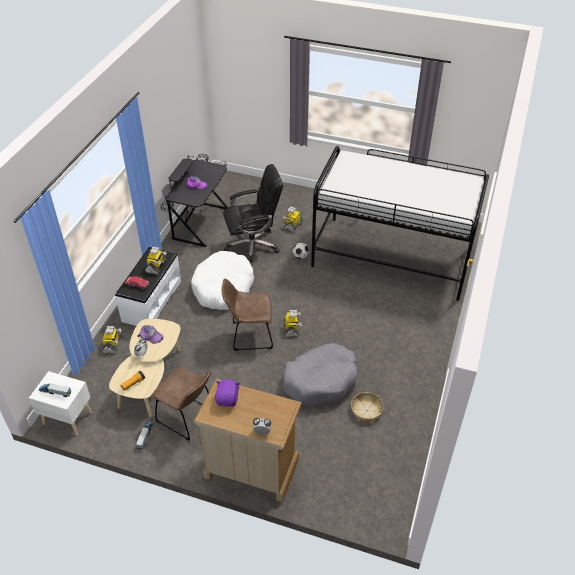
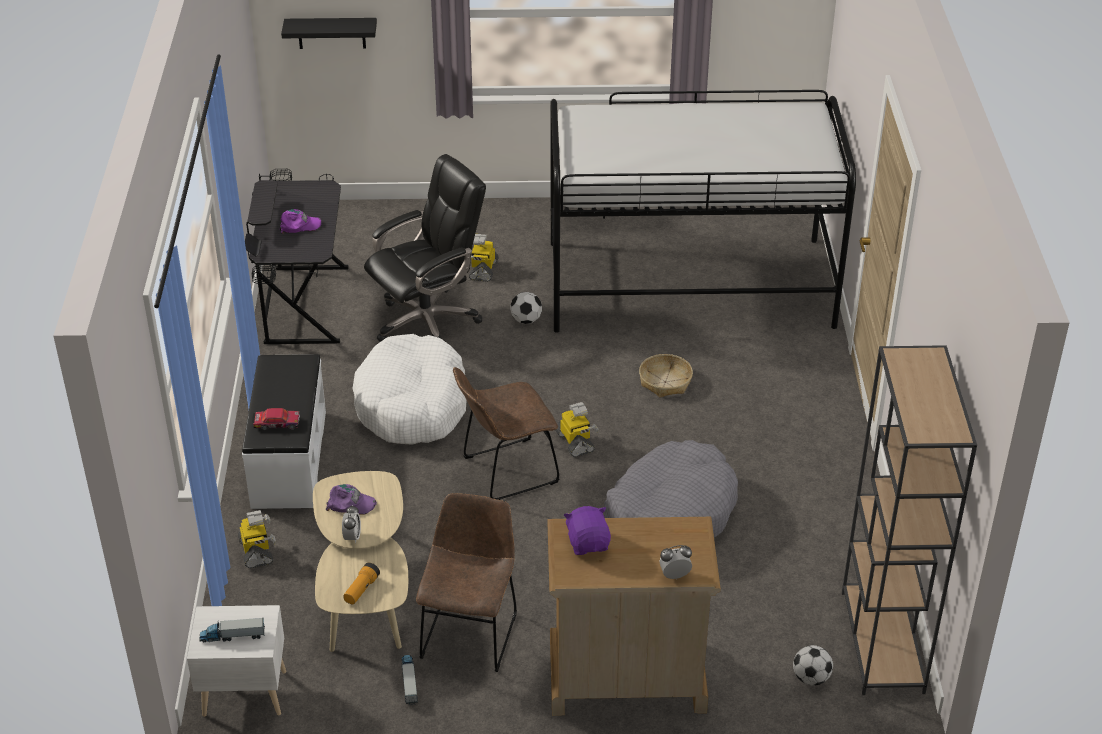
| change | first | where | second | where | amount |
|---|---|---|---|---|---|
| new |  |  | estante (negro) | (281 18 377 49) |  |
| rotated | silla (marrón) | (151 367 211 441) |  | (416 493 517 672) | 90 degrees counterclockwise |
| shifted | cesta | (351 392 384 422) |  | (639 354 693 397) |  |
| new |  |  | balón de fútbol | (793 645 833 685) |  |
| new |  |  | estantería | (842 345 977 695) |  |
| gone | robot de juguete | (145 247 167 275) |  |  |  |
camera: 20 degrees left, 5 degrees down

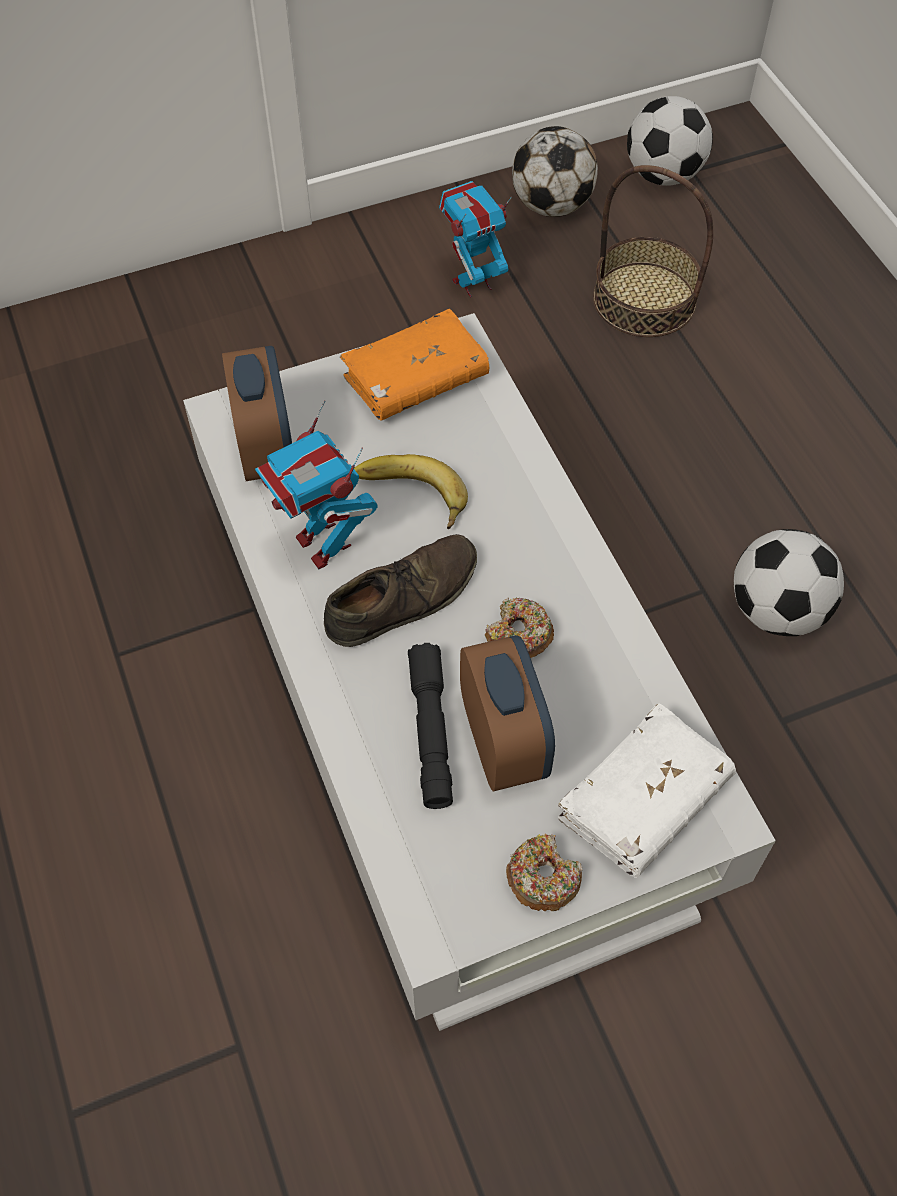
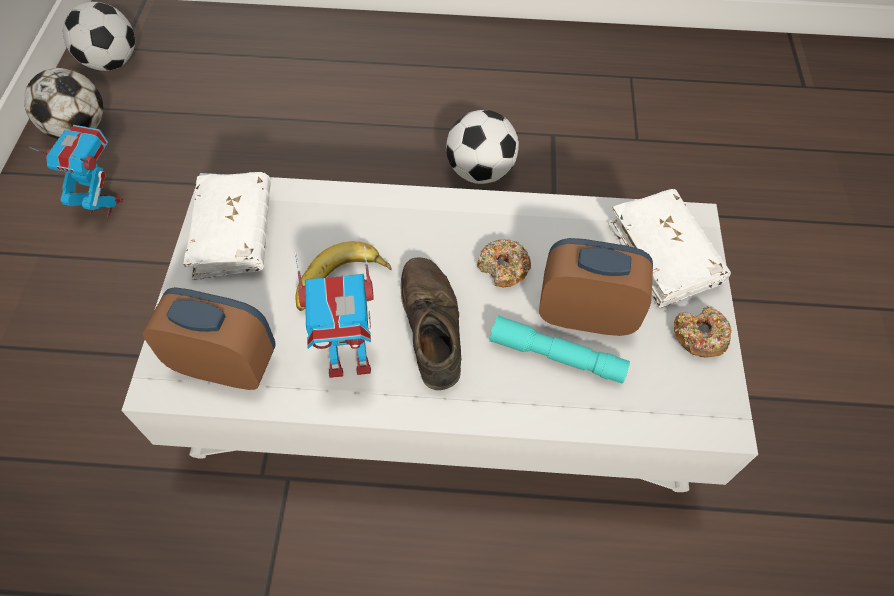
| change | first | where | second | where | amount |
|---|---|---|---|---|---|
| rotated | robot de juguete | (439 181 512 298) |  | (29 125 123 217) | 105 degrees clockwise |
| repainted | libro (naranja) | (340 309 489 421) | libro (blanco) | (183 172 271 280) |  |
| repainted | linterna (negro) | (408 643 453 809) | linterna (turquesa) | (489 315 630 383) |  |
| gone | cesta | (593 165 713 337) |  |  |  |
camera: 65 degrees left, 0 degrees up

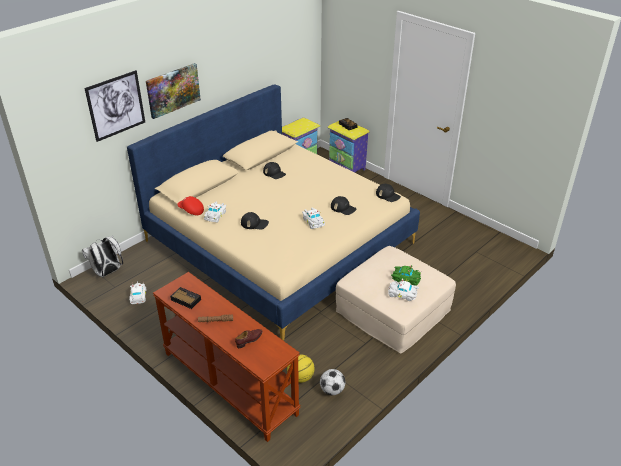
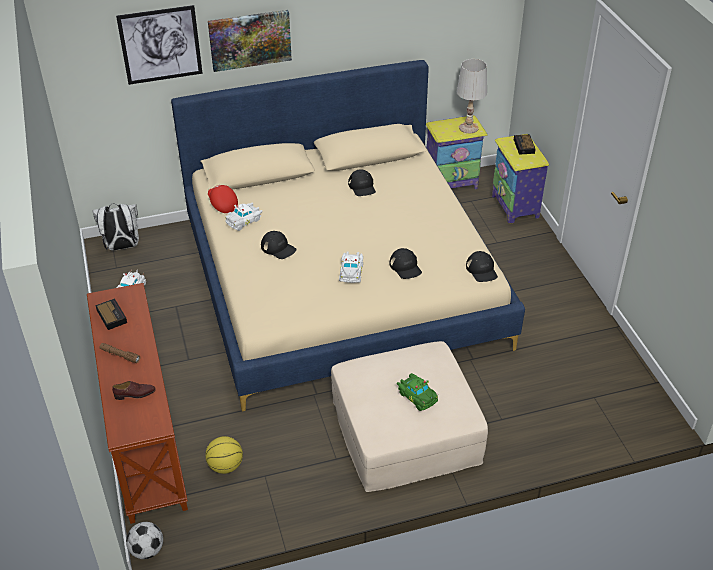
| change | first | where | second | where | amount |
|---|---|---|---|---|---|
| shifted | balón de fútbol | (320 369 346 395) |  | (126 522 163 559) |  |
| new |  |  | lámpara de mesa (blanco) | (457 59 487 133) |  |
| gone | coche de juguete (blanco) | (388 279 419 301) |  |  |  |
camera: 30 degrees right, 5 degrees up

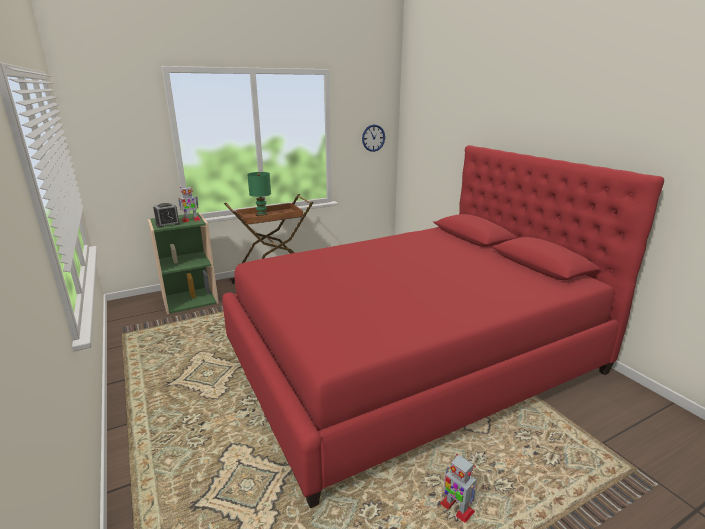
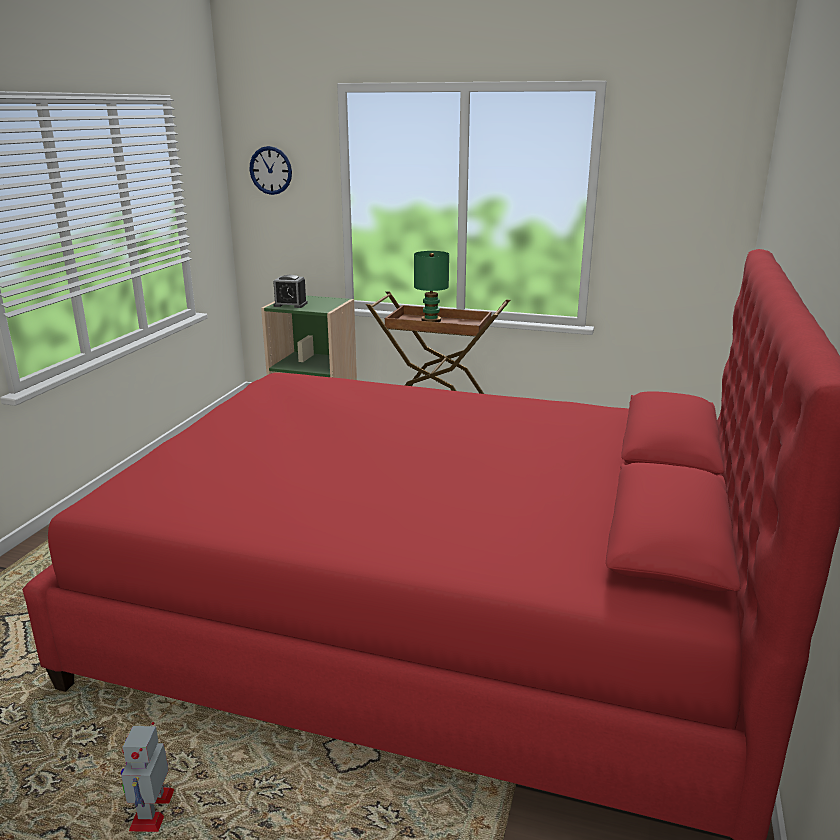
| change | first | where | second | where | amount |
|---|---|---|---|---|---|
| shifted | reloj de pared | (362 124 385 152) |  | (250 146 292 195) |  |
| gone | robot de juguete | (178 186 201 222) |  |  |  |
camera: 45 degrees right, 0 degrees up

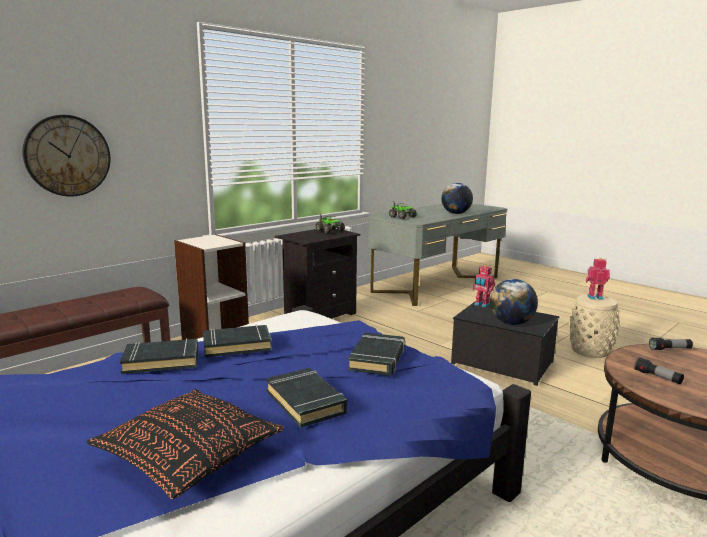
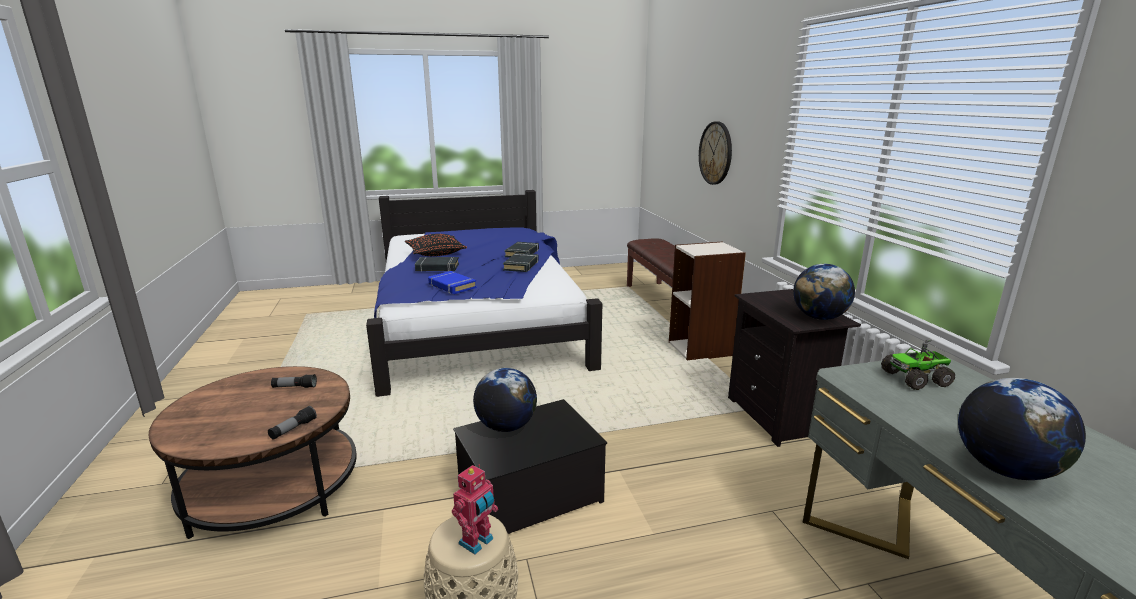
| change | first | where | second | where | amount |
|---|---|---|---|---|---|
| repainted | libro (negro) | (348 333 405 376) | libro (azul) | (428 271 477 294) |  |
| swapped | camión de juguete | (315 213 345 233) | globo terráqueo | (793 264 855 320) |  |
| gone | robot de juguete | (472 265 495 308) |  |  |  |
camera: 120 degrees right, 5 degrees up

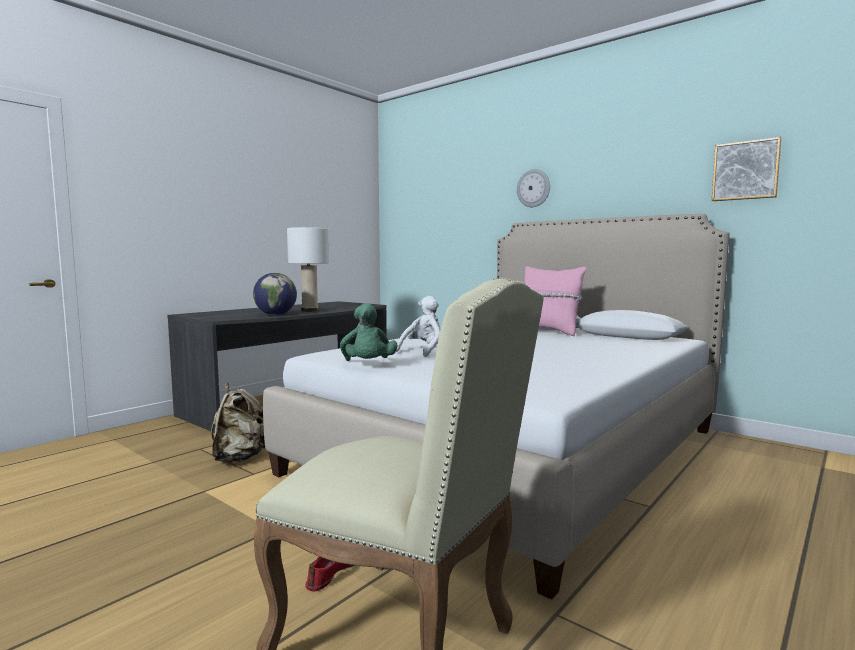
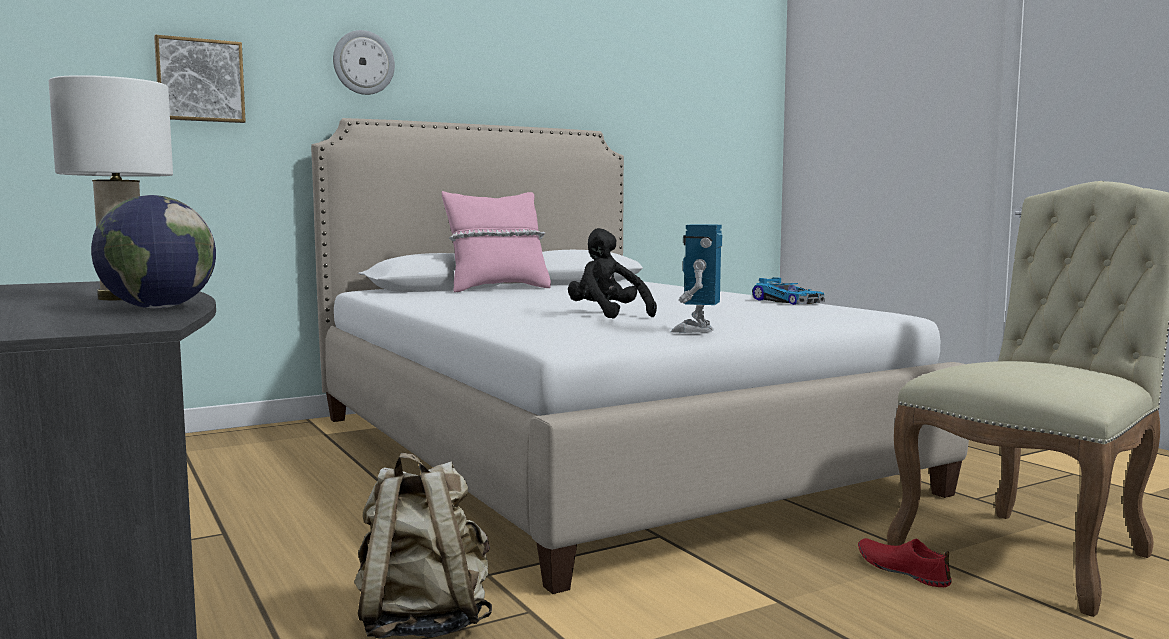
| change | first | where | second | where | amount |
|---|---|---|---|---|---|
| shifted | cuadro | (712 137 782 201) |  | (154 35 246 123) |  |
| repainted | peluche (blanco) | (396 296 440 357) | peluche (negro) | (568 228 657 319) |  |
| swapped | peluche (verde) | (340 303 398 361) | robot de juguete | (671 224 722 333) |  |
| new |  |  | coche de juguete | (752 277 825 305) |  |
camera: 70 degrees left, 0 degrees up

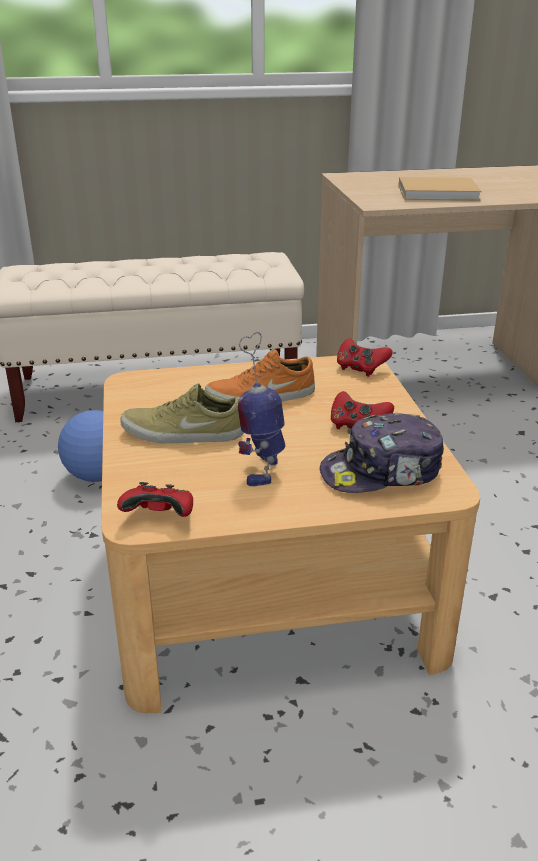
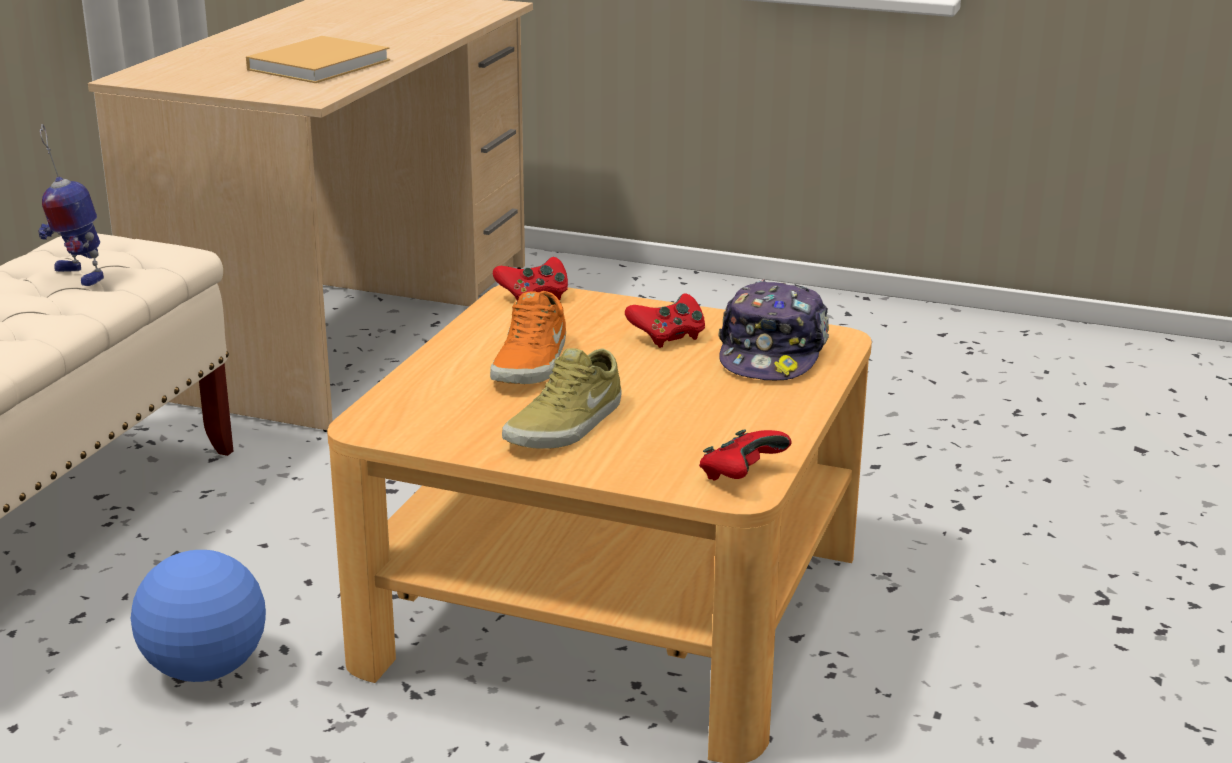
| change | first | where | second | where | amount |
|---|---|---|---|---|---|
| shifted | robot de juguete | (238 332 285 486) |  | (38 124 104 286) |  |
camera: 60 degrees left, 5 degrees down

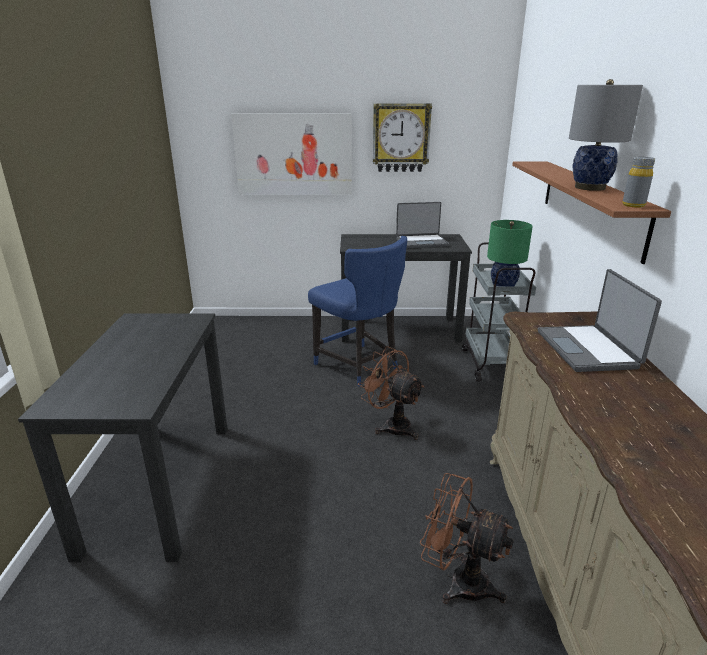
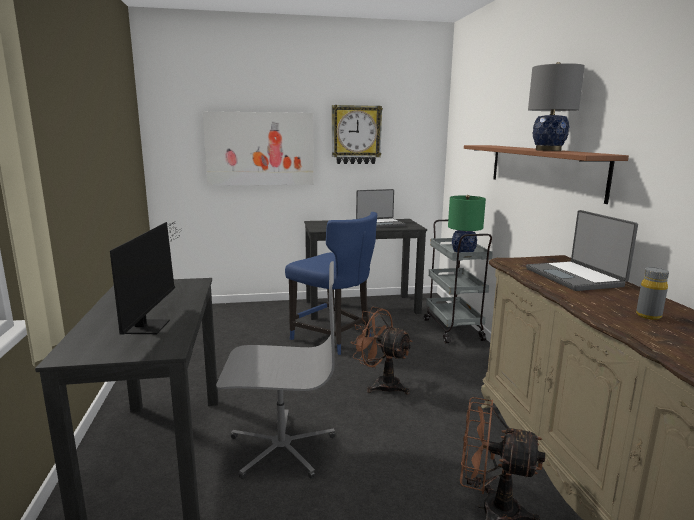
| change | first | where | second | where | amount |
|---|---|---|---|---|---|
| new |  |  | monitor | (110 222 182 335) |  |
| new |  |  | silla de oficina (gris) | (216 261 336 479) |  |
| shifted | botella (gris) | (622 157 655 208) |  | (636 267 669 320) |  |
camera: 10 degrees left, 10 degrees down

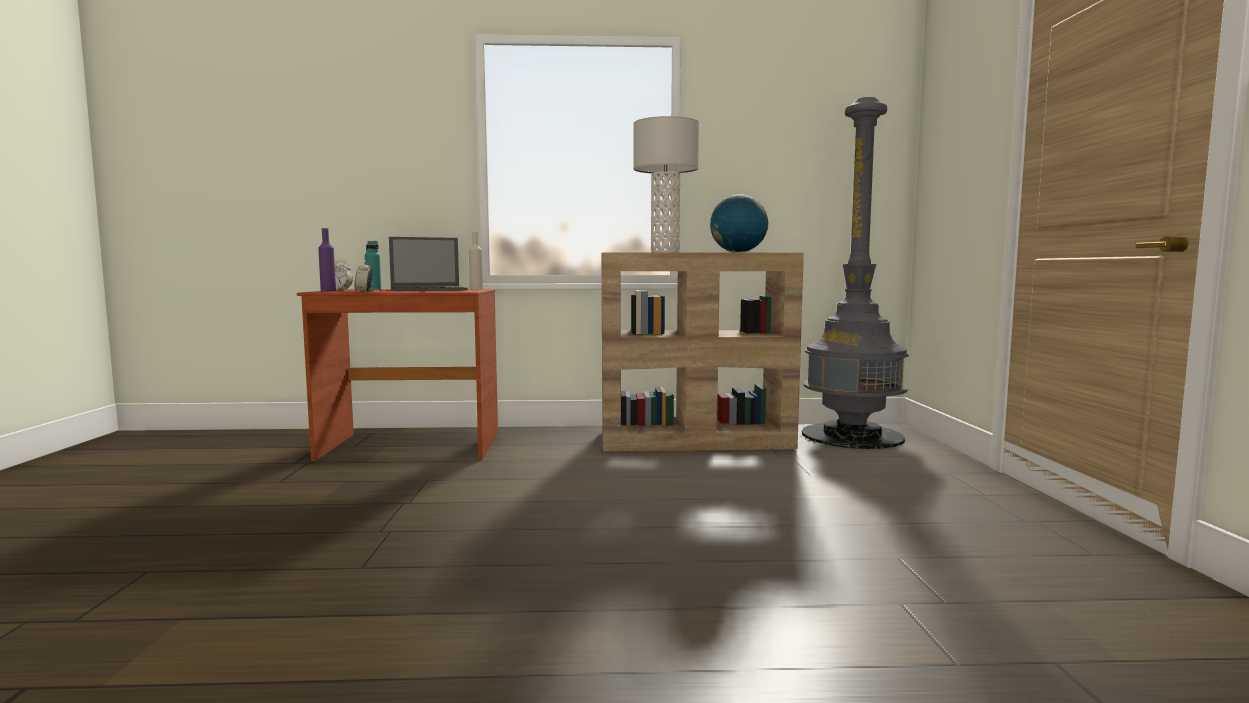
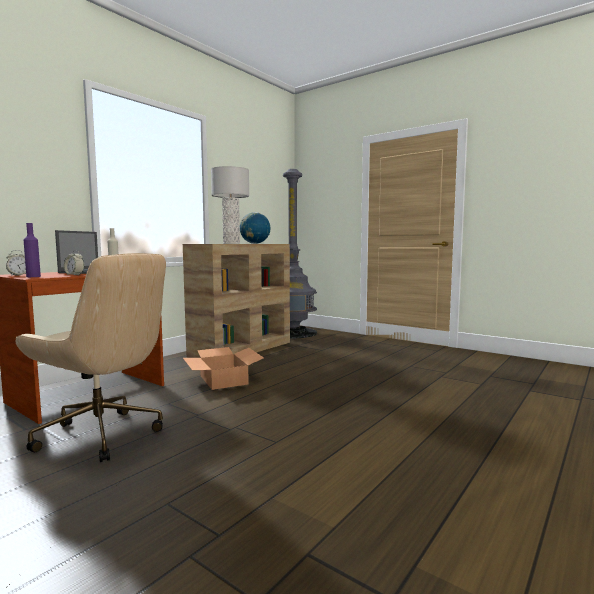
| change | first | where | second | where | amount |
|---|---|---|---|---|---|
| new |  |  | silla de oficina (beis) | (16 253 166 462) |  |
| new |  |  | caja de cartón | (183 347 264 390) |  |
| gone | botella (turquesa) | (365 241 381 290) |  |  |  |
camera: 50 degrees left, 0 degrees up

